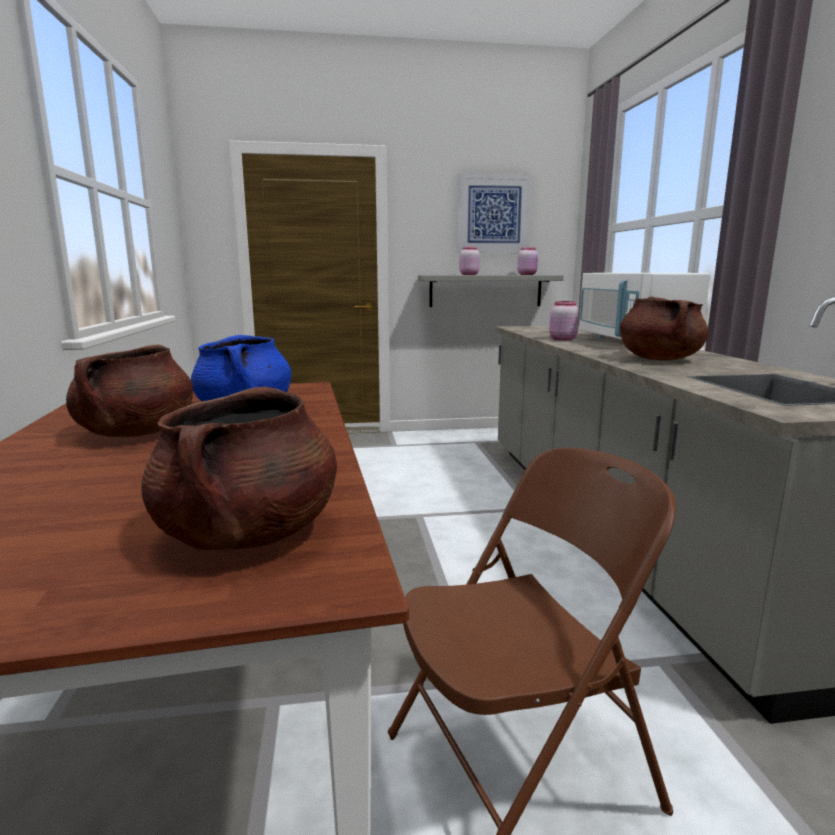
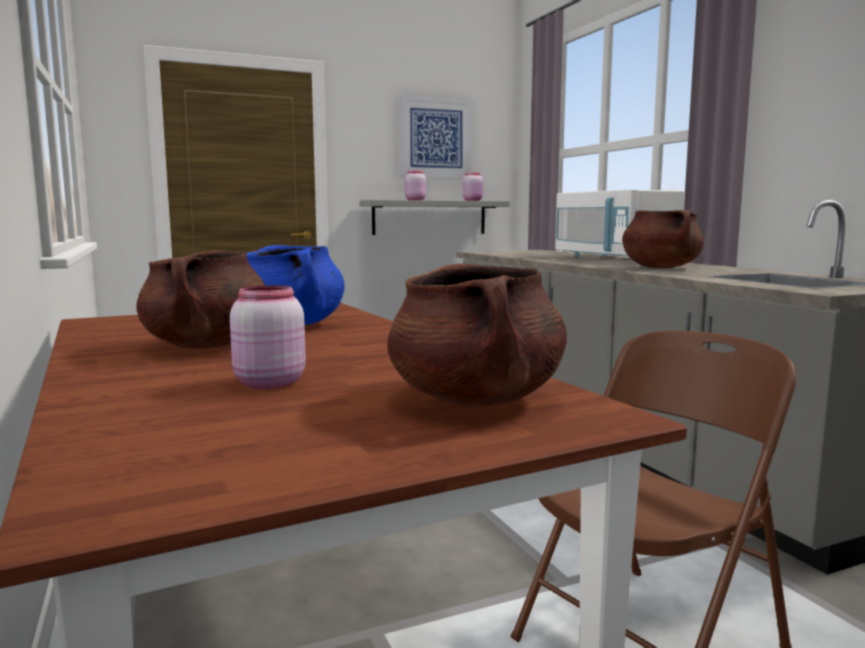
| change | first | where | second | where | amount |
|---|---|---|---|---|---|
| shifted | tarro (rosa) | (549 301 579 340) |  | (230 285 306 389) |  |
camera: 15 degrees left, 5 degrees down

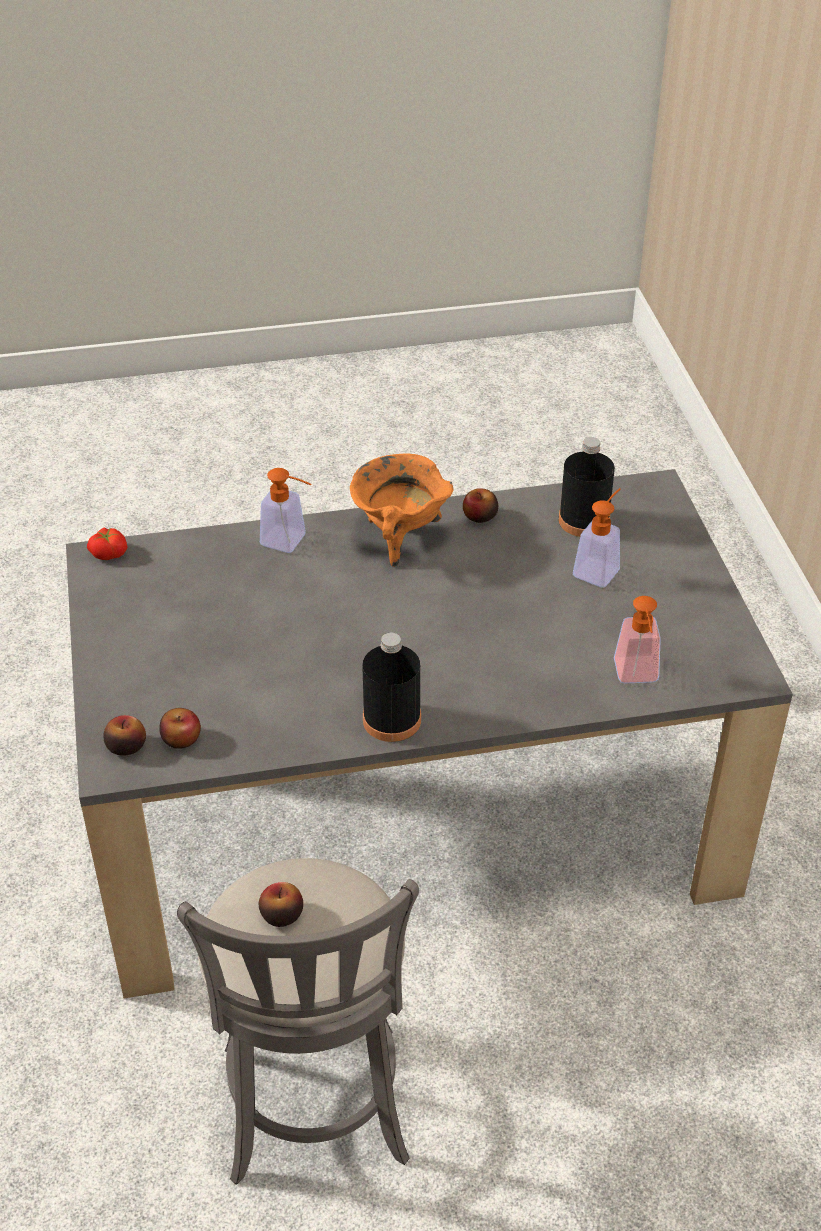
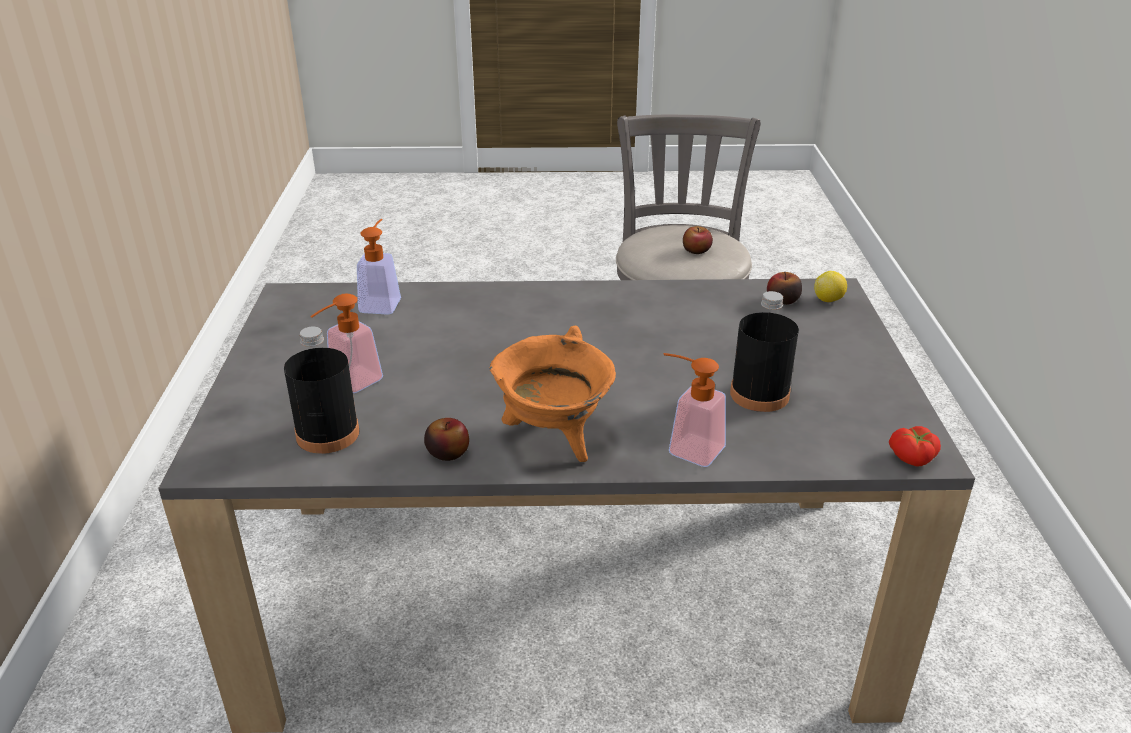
| change | first | where | second | where | amount |
|---|---|---|---|---|---|
| shifted | botella (negro) | (362 633 421 742) |  | (730 291 799 412) |  |
| swapped | manzana | (104 715 146 756) | limón | (814 271 847 302) |  |
camera: 170 degrees left, 10 degrees down

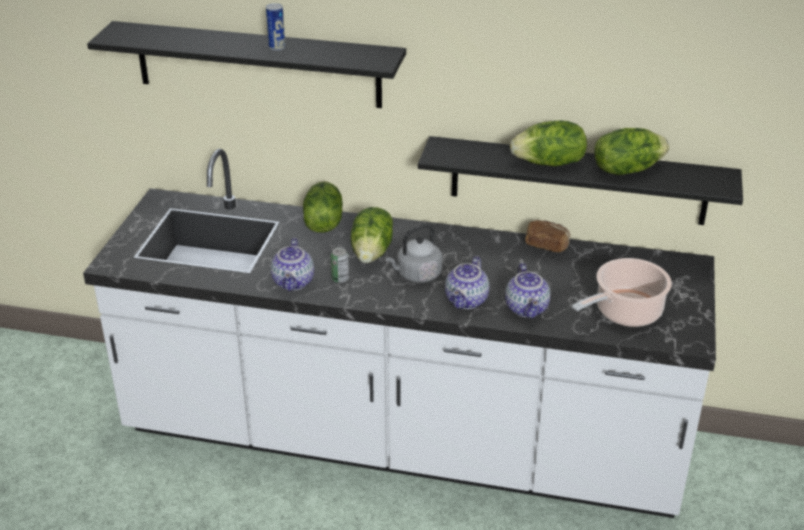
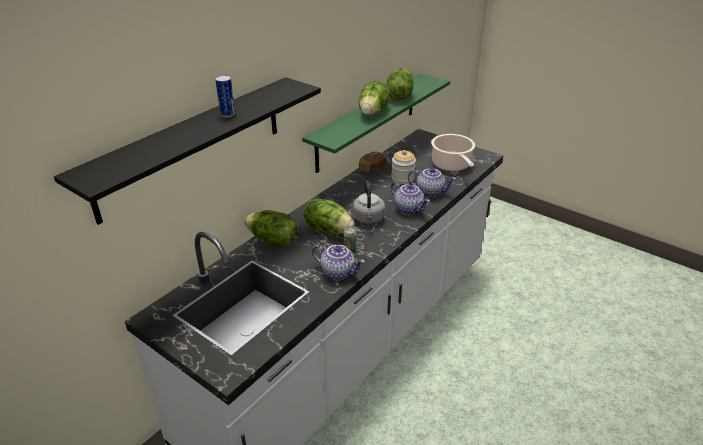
| change | first | where | second | where | amount |
|---|---|---|---|---|---|
| repainted | estante (negro) | (418 136 743 225) | estante (verde) | (302 73 450 173) |  |
| new |  |  | tarro | (391 150 416 184) |  |
camera: 65 degrees left, 0 degrees up

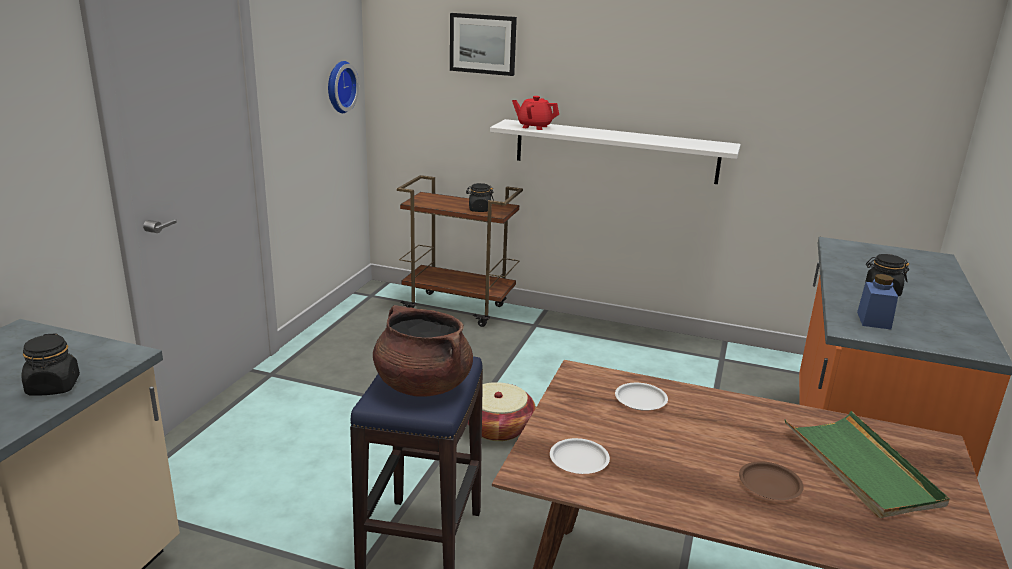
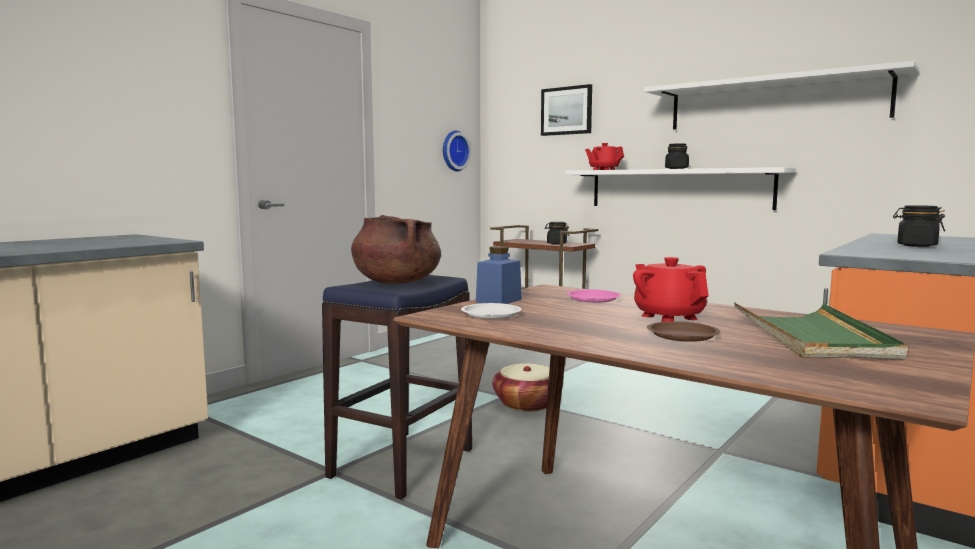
| change | first | where | second | where | amount |
|---|---|---|---|---|---|
| shifted | tarro (azul) | (857 274 898 329) |  | (476 246 522 304) |  |
| repainted | plato (blanco) | (615 383 668 411) | plato (rosa) | (567 290 621 302) |  |
| new |  |  | tetera (rojo) | (633 257 709 322) |  |
| new |  |  | estante (blanco) | (644 61 919 130) |  |
| shifted | tarro (negro) | (21 333 80 396) |  | (665 143 689 169) |  |
camera: 20 degrees right, 15 degrees down

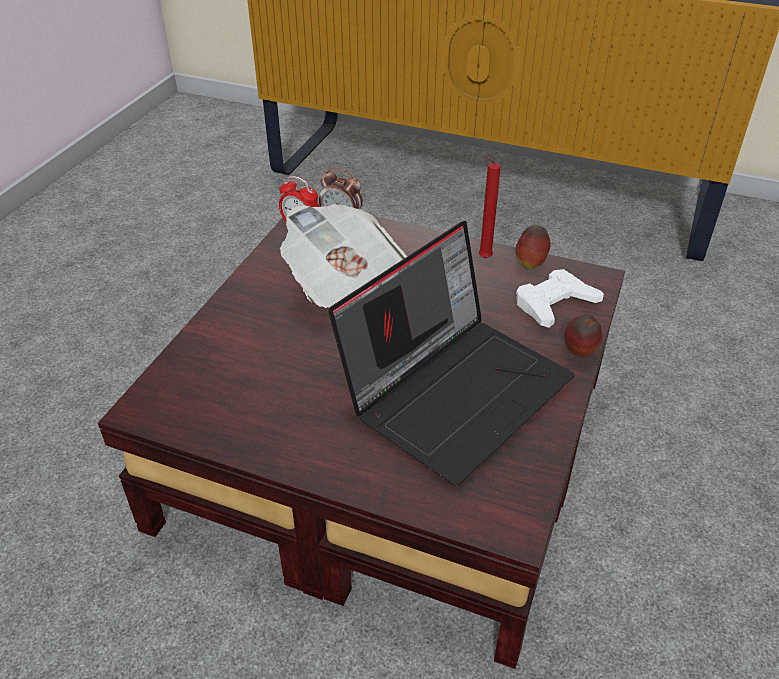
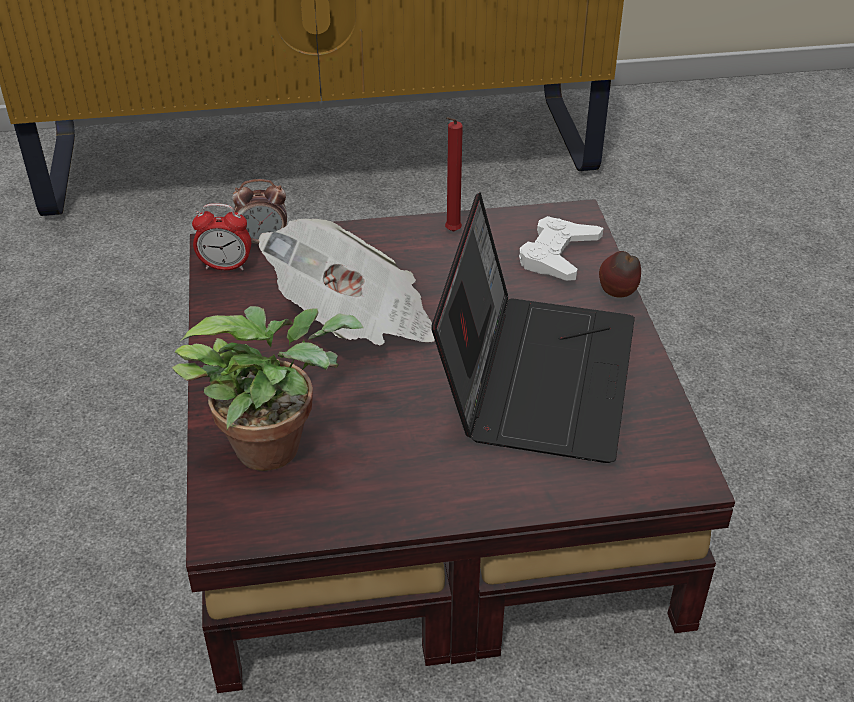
| change | first | where | second | where | amount |
|---|---|---|---|---|---|
| new |  |  | planta en maceta | (172 306 364 471) |  |
| gone | manzana | (516 225 551 269) |  |  |  |
camera: 30 degrees left, 0 degrees up

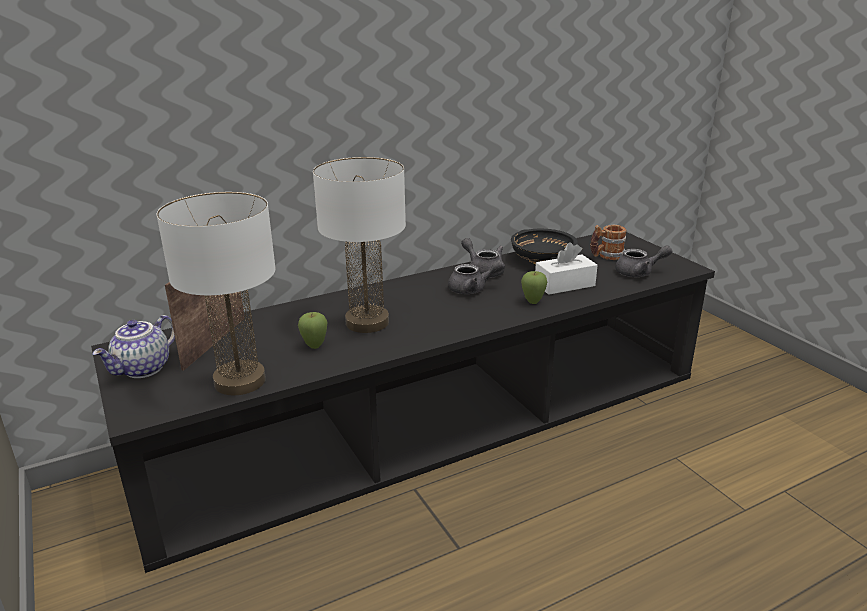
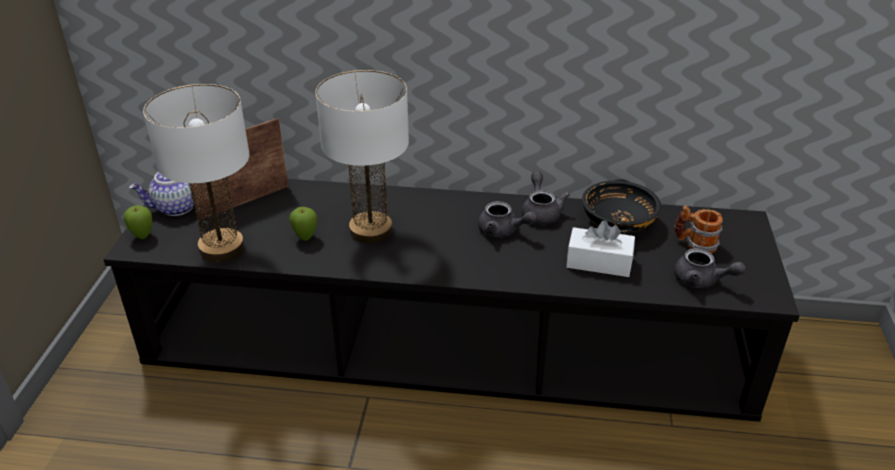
| change | first | where | second | where | amount |
|---|---|---|---|---|---|
| shifted | manzana | (521 271 547 304) |  | (124 205 152 239) |  |
camera: 35 degrees right, 10 degrees up

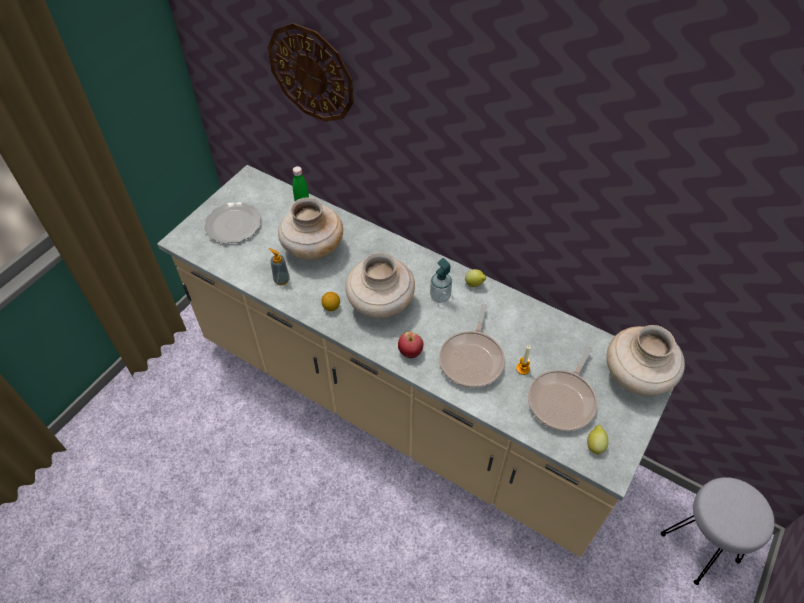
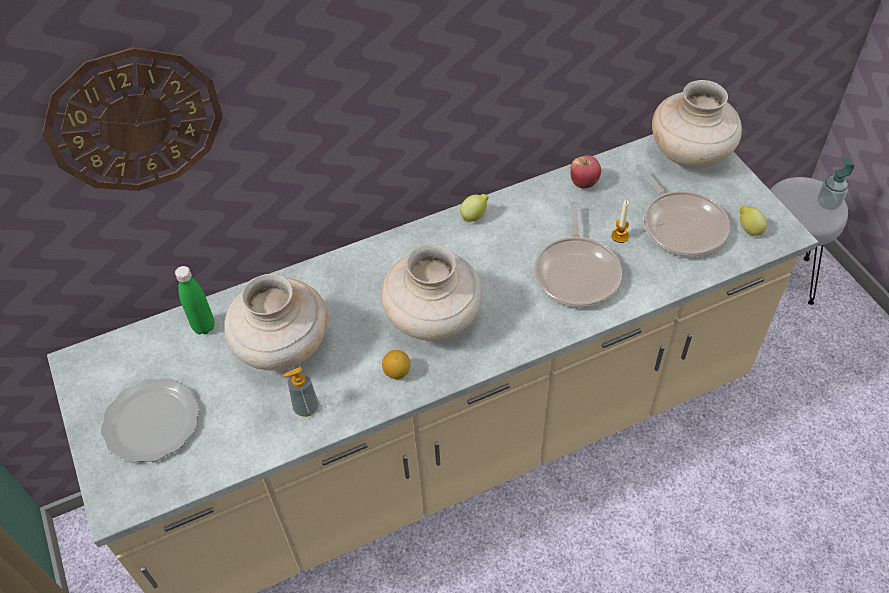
| change | first | where | second | where | amount |
|---|---|---|---|---|---|
| rotated | sartén | (439 303 505 388) |  | (534 201 622 308) | 45 degrees clockwise |
| shifted | manzana | (398 331 424 358) |  | (570 155 601 188) |  |
| shifted | dispensador de jabón | (430 258 452 303) |  | (818 158 854 210) |  |
camera: 55 degrees left, 0 degrees up

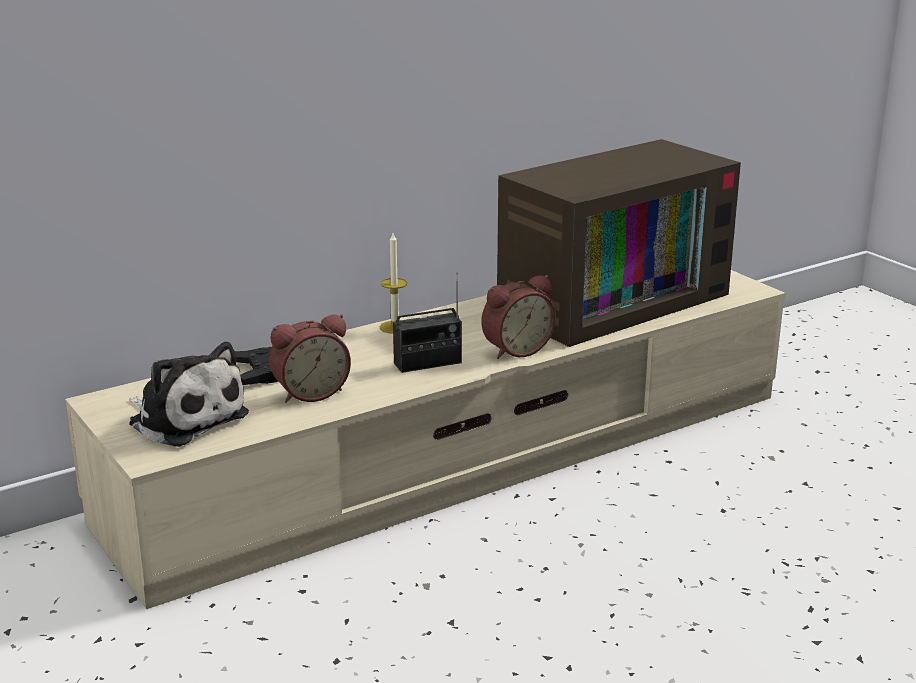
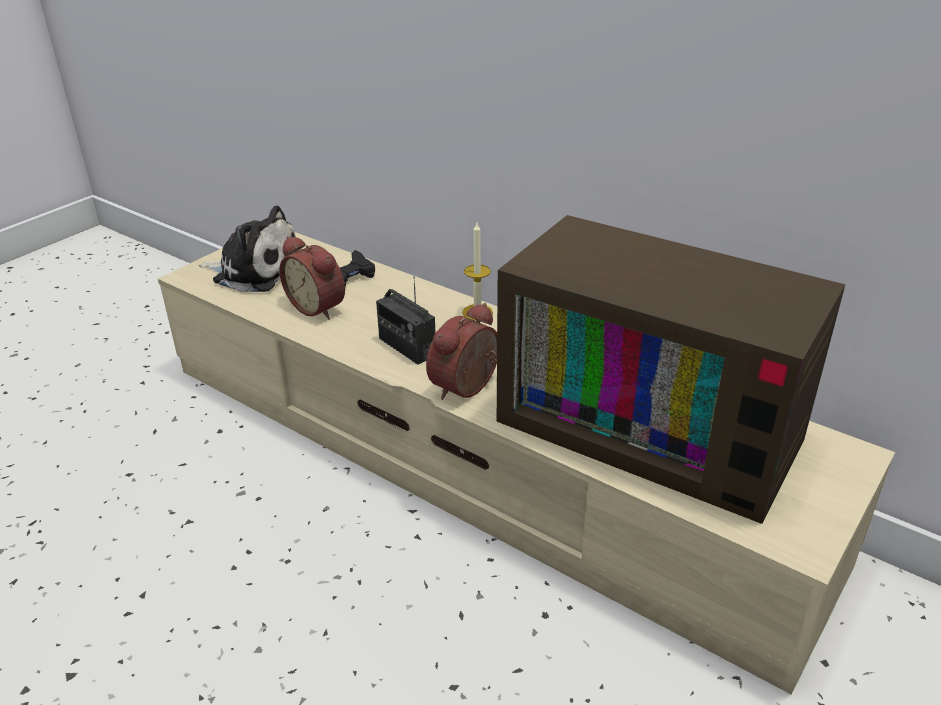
| change | first | where | second | where | amount |
|---|---|---|---|---|---|
| rotated | peluche | (129 342 249 447) |  | (199 206 299 292) | 90 degrees counterclockwise |
| rotated | despertador | (481 275 556 359) |  | (426 303 497 400) | 90 degrees clockwise |
camera: 70 degrees right, 10 degrees up

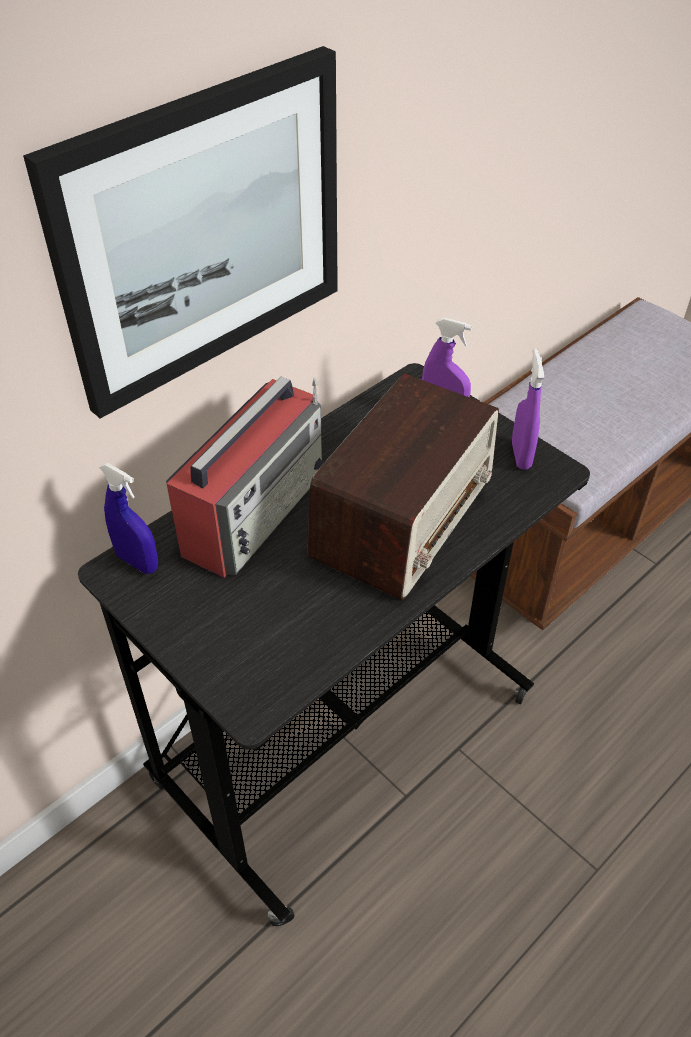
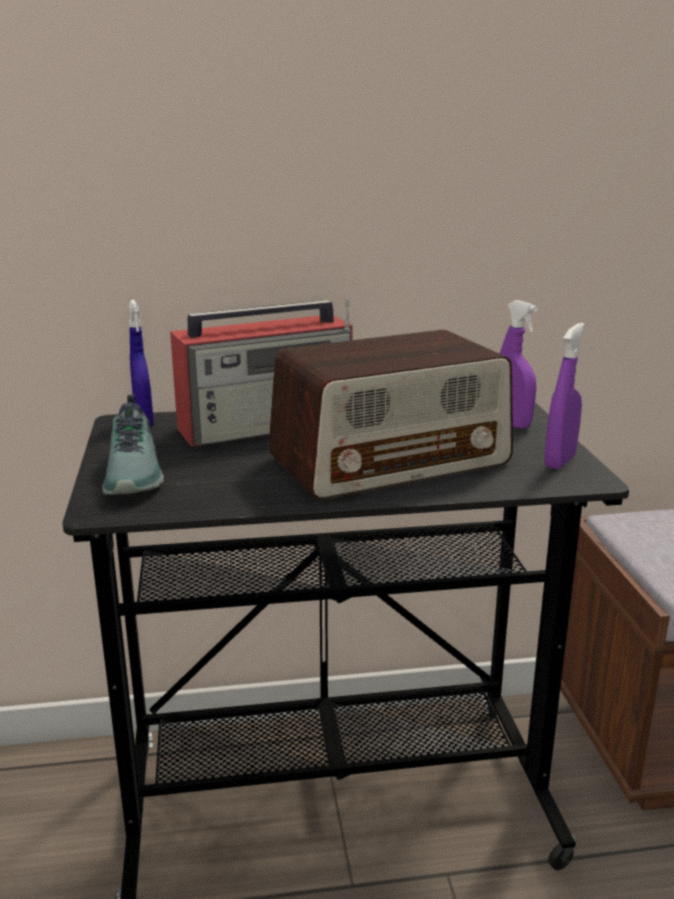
| change | first | where | second | where | amount |
|---|---|---|---|---|---|
| new |  |  | zapato | (103 395 164 495) |  |
| gone | cuadro | (23 46 338 419) |  |  |  |
camera: 35 degrees right, 25 degrees down

